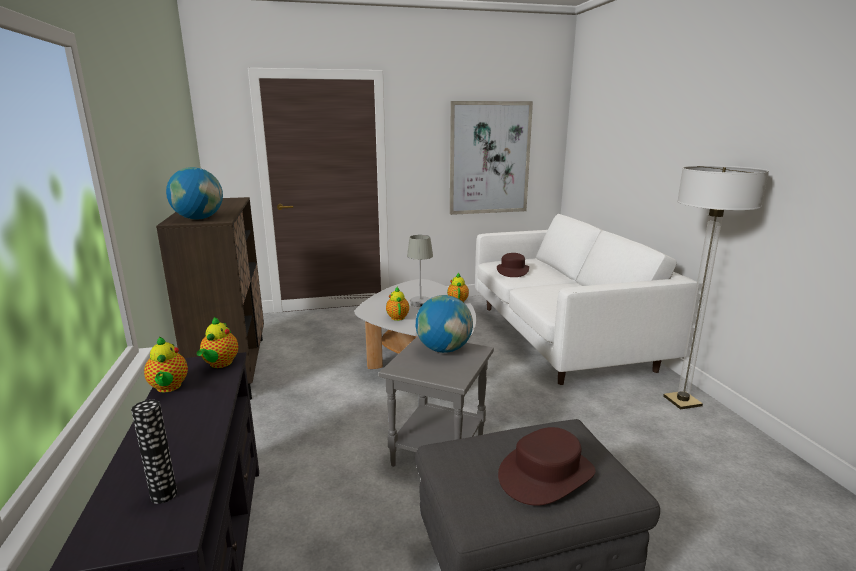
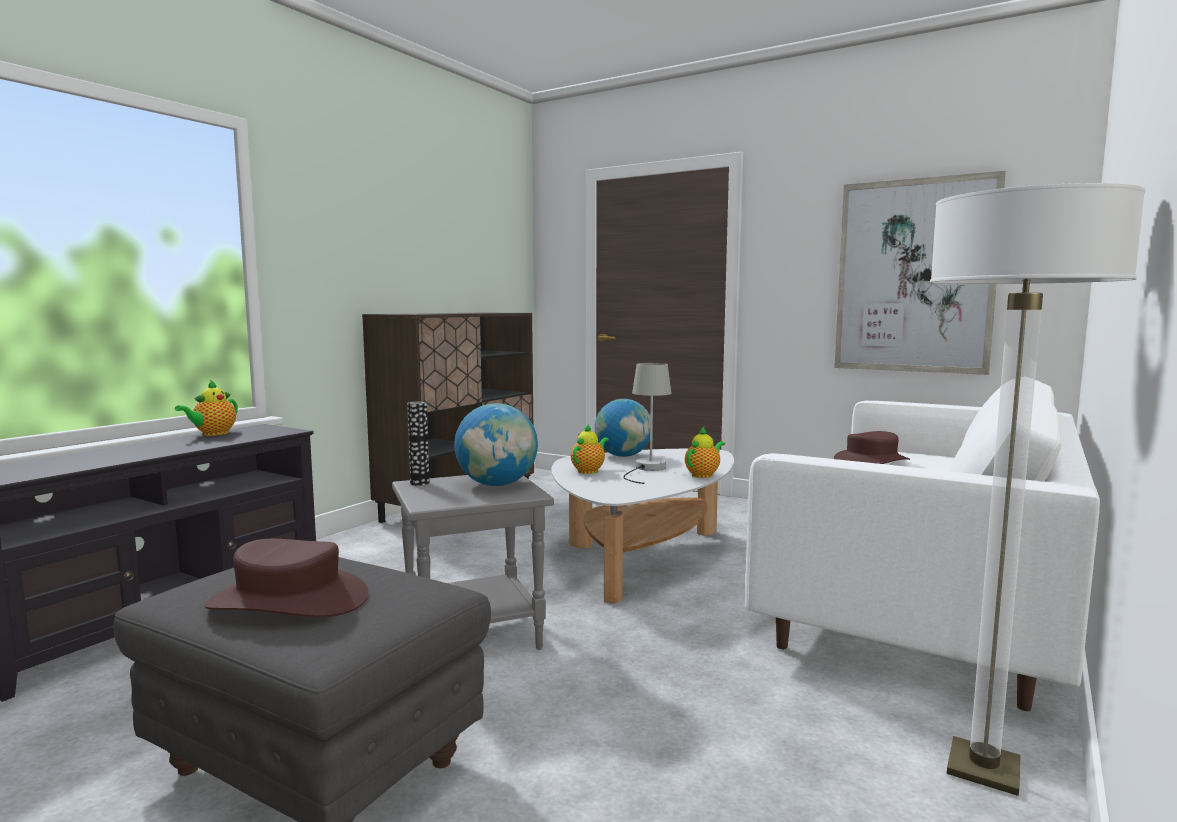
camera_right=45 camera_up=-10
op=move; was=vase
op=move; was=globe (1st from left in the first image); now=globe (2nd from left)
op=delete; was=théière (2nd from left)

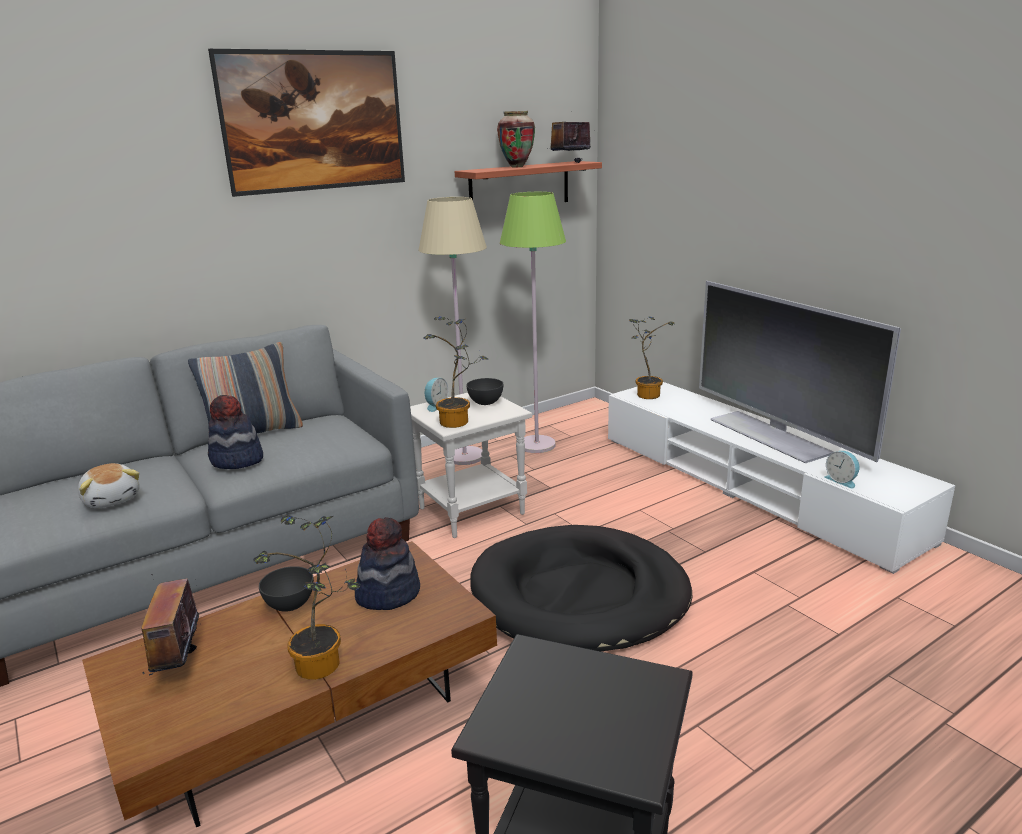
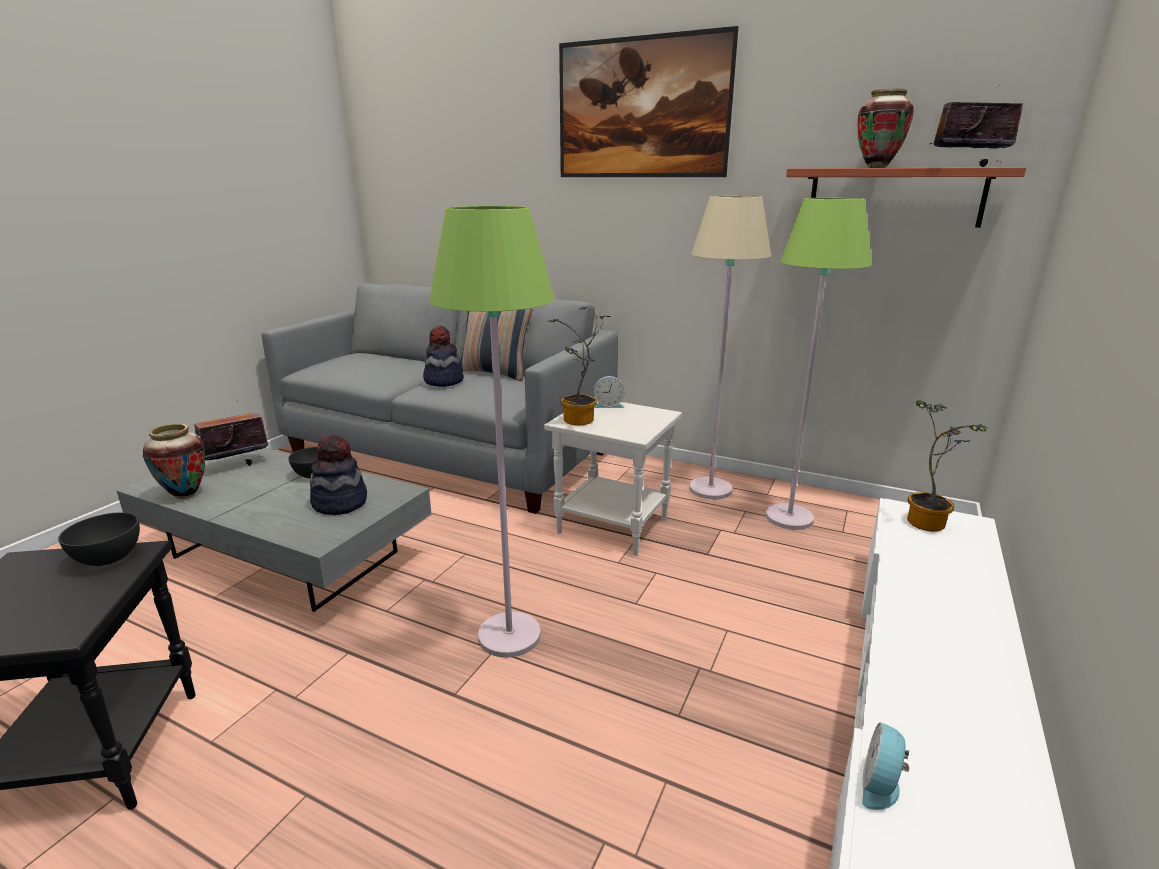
camera_right=60 camera_up=0
op=move; was=bol (gris) (2nd from left in the first image); now=bol (gris) (1st from left)
op=recolor; was=table basse (marron); now=table basse (gris)
op=insert; now=vase (1st from left)
op=replace; was=panier pour chien (noir); now=lampadaire (vert) (1st from left)
op=delete; was=peluche
op=delete; was=plante en pot (1st from left)
op=delete; was=téléviseur

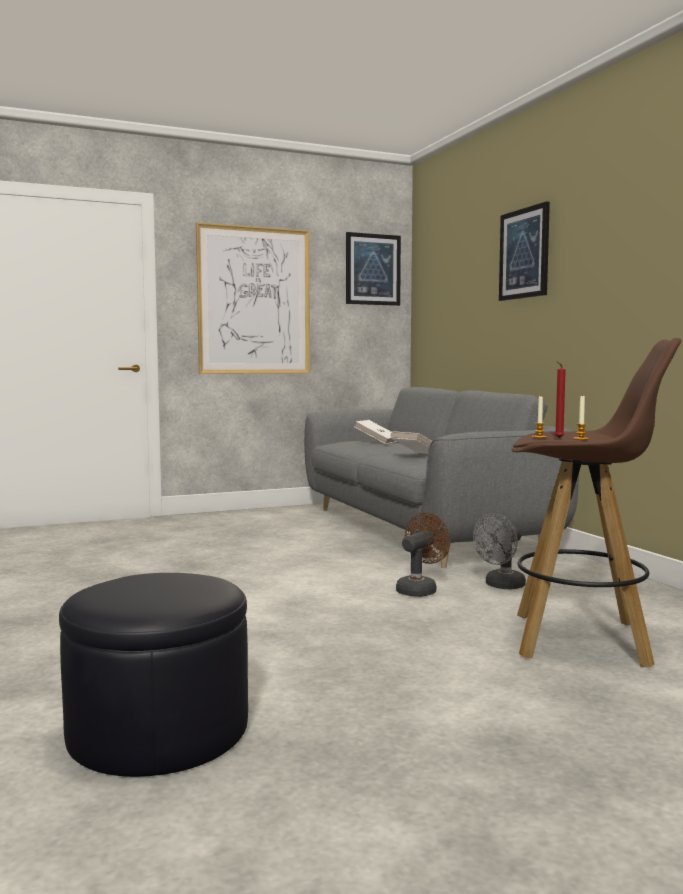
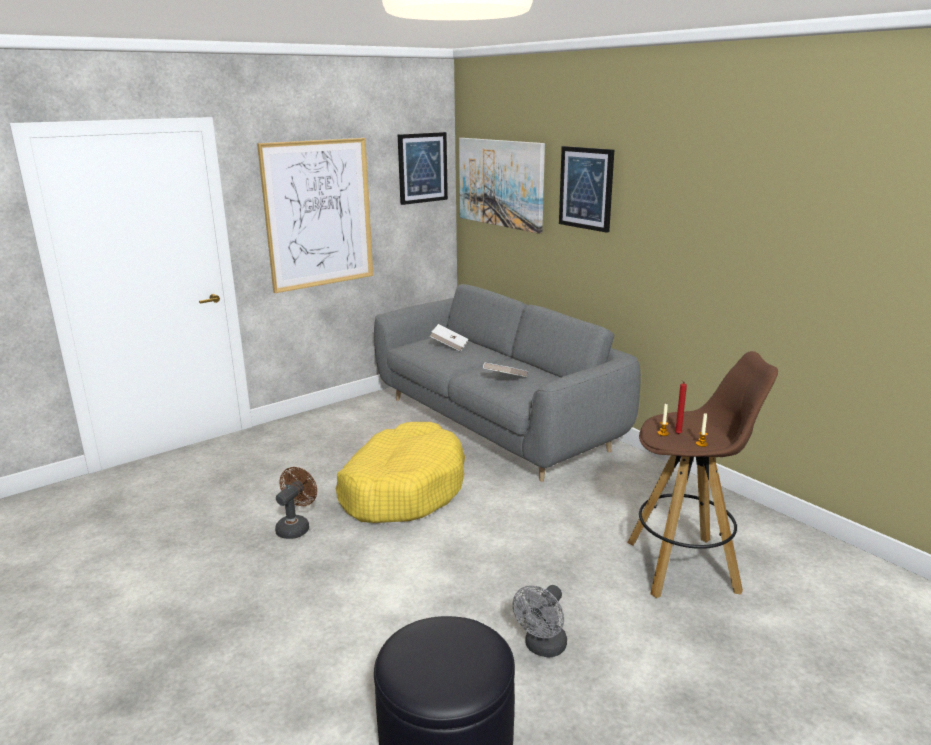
camera_right=-15 camera_up=15
op=move; was=ventilateur (marron)
op=insert; now=panier pour chien (jaune)
op=insert; now=tableau (3rd from left)
op=move; was=ventilateur (gris)

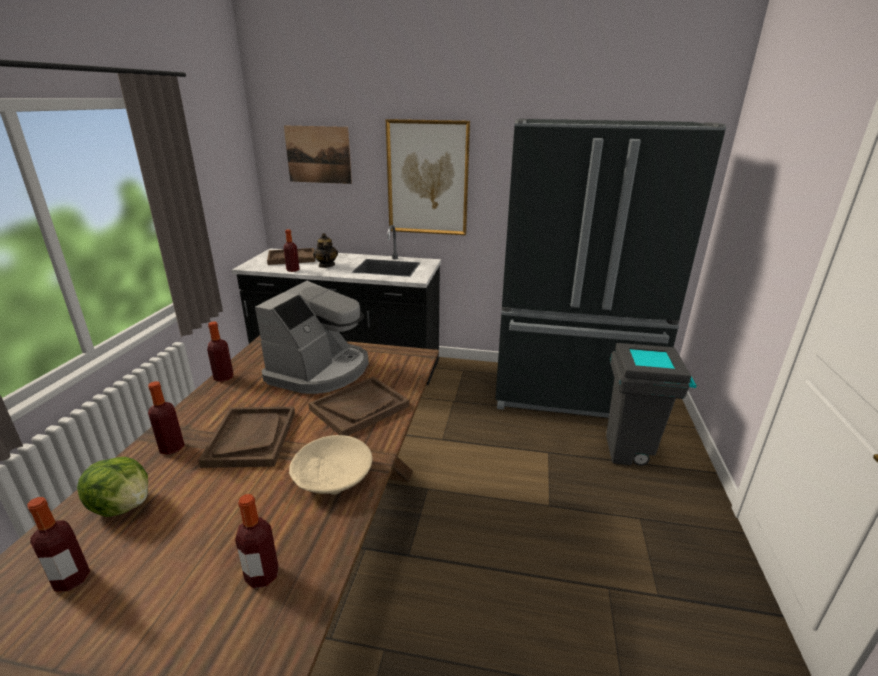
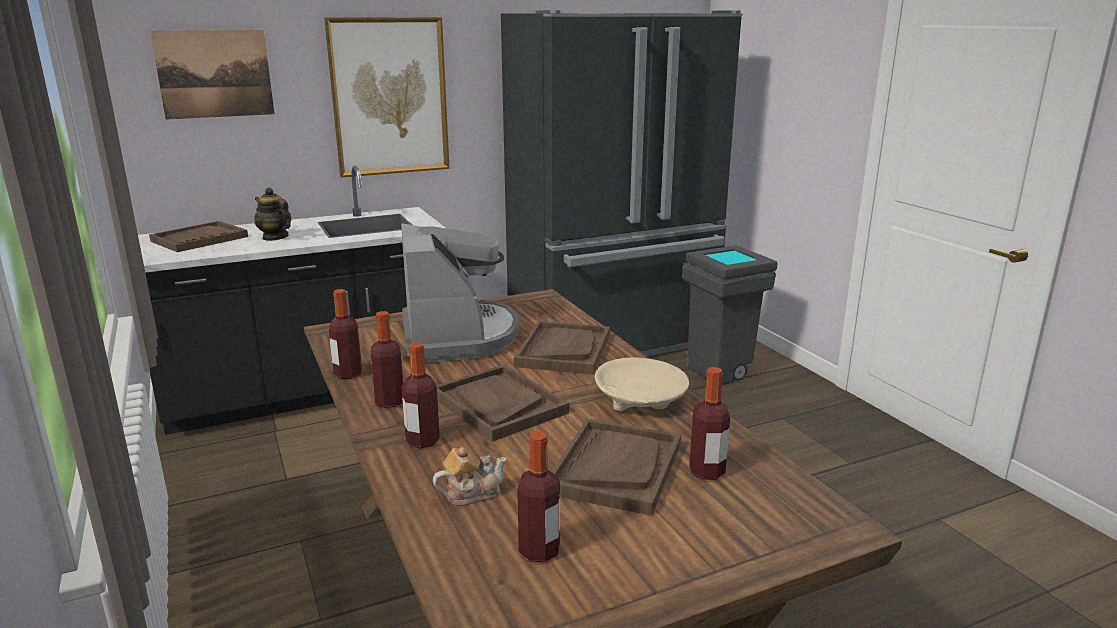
camera_right=-35 camera_up=-5
op=move; was=bouteille (5th from left in the first image); now=bouteille (2nd from left)
op=replace; was=laitue; now=théière (2nd from left)
op=insert; now=plateau (marron) (4th from left)

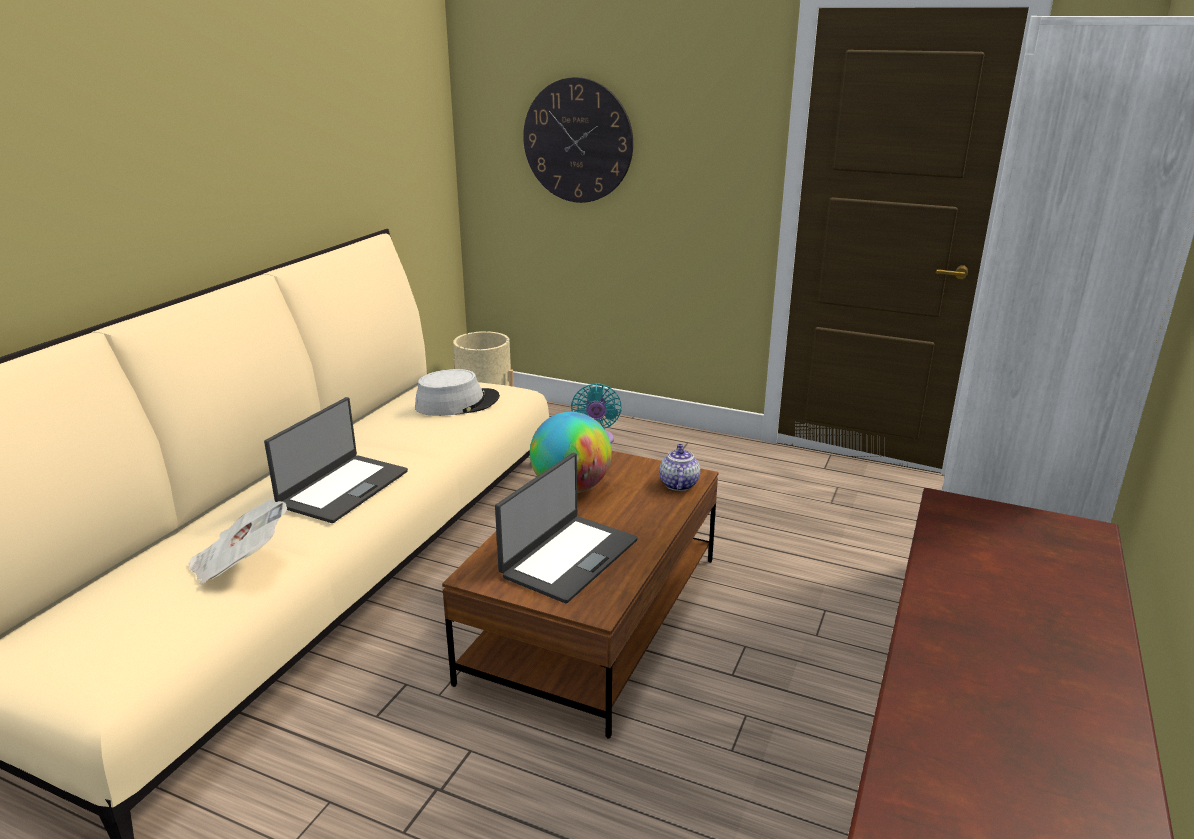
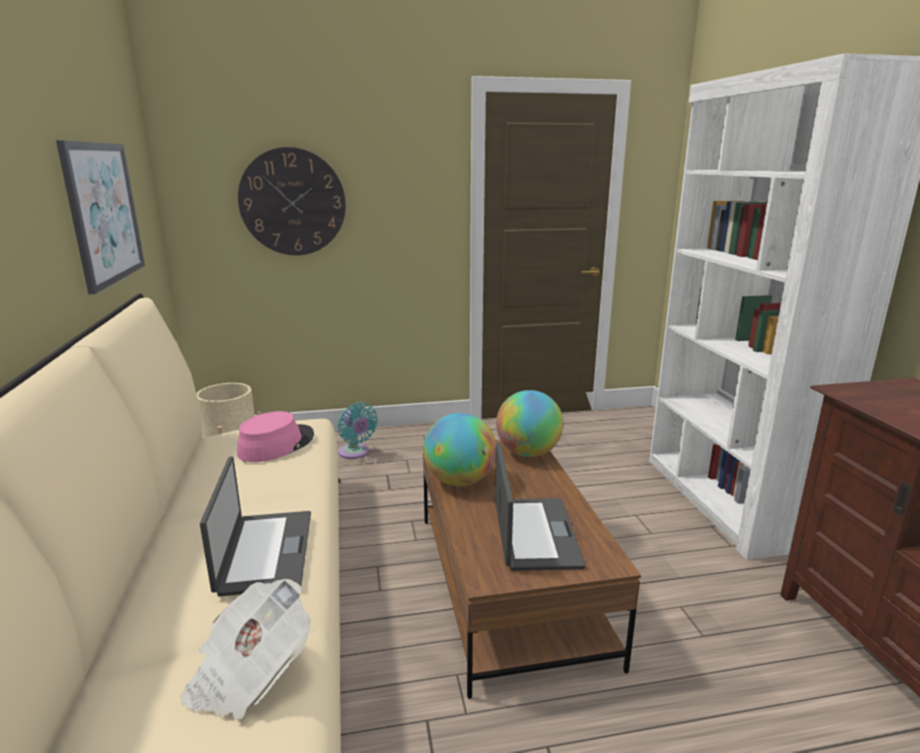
camera_right=-35 camera_up=-5
op=insert; now=tableau
op=recolor; was=chapeau (gris); now=chapeau (rose)
op=replace; was=théière; now=globe (2nd from left)

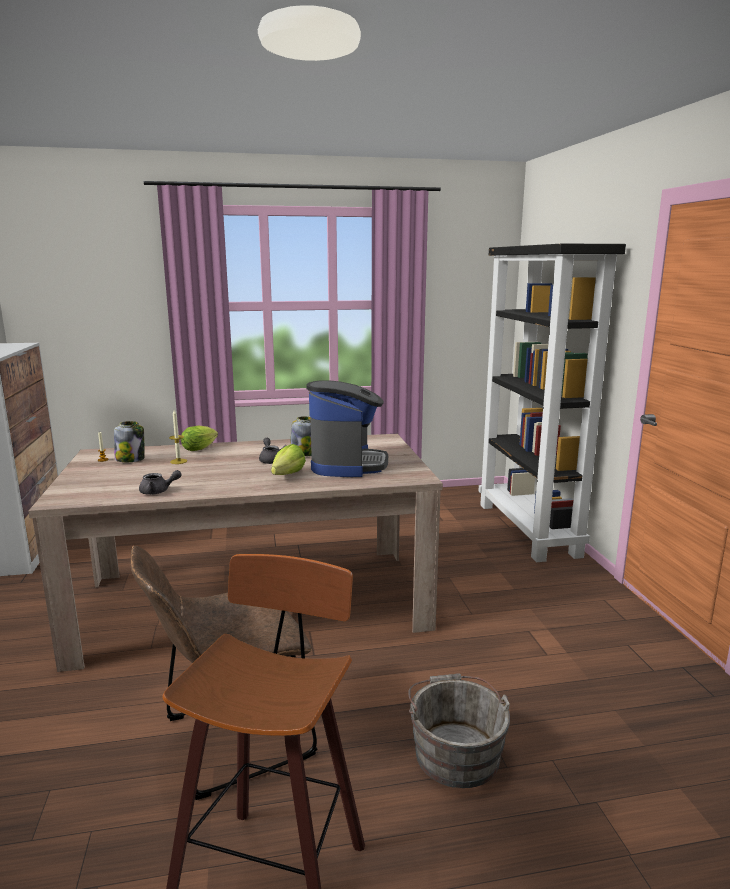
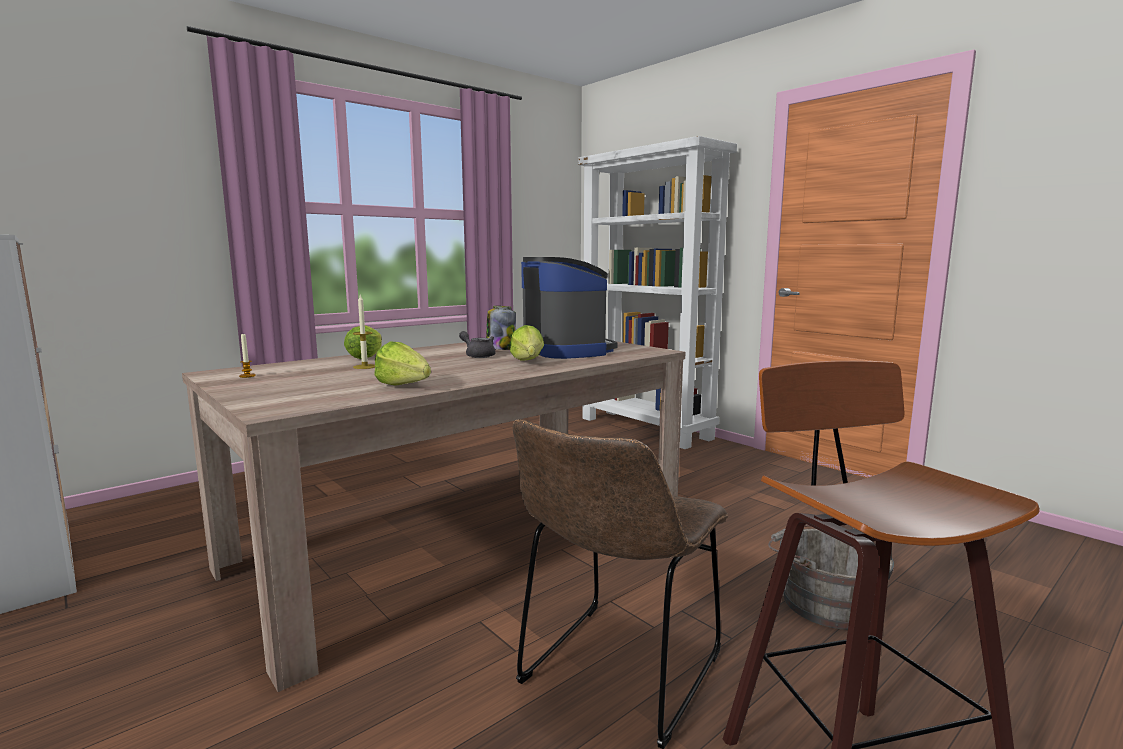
camera_right=-30 camera_up=-5
op=replace; was=théière (gris) (1st from left); now=laitue (2nd from left)
op=recolor; was=bibliothèque (noir); now=bibliothèque (blanc)
op=delete; was=bocal (1st from left)

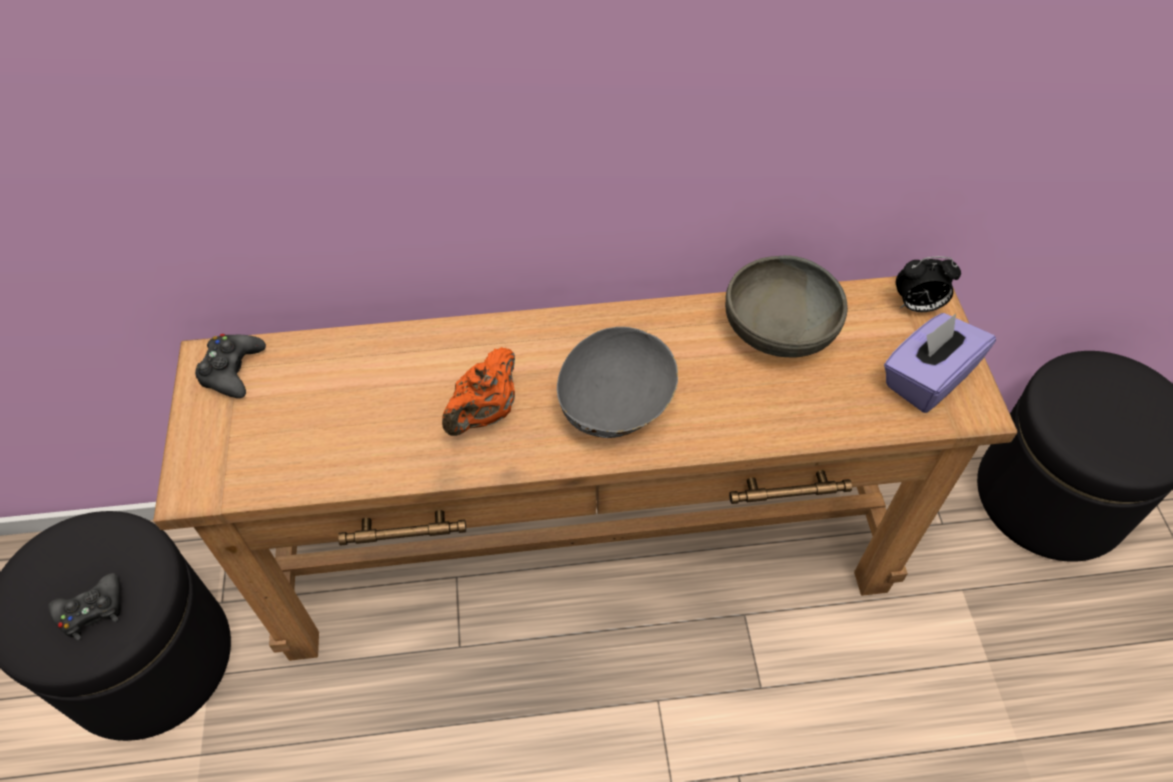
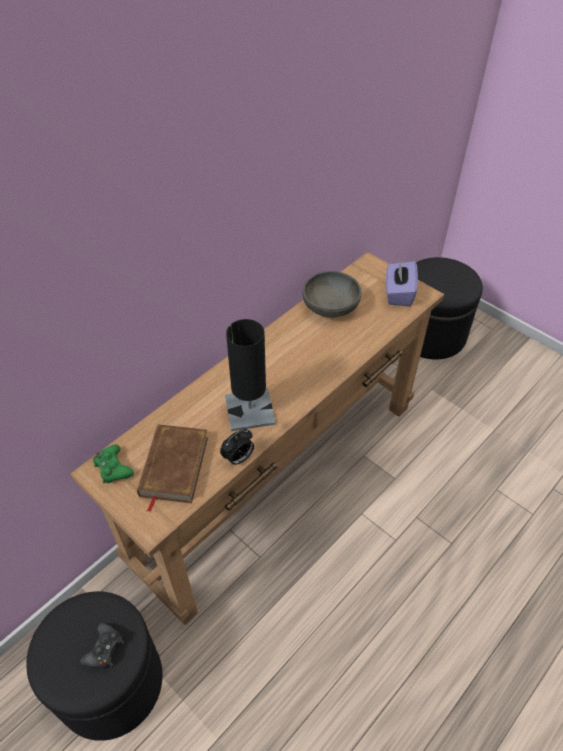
camera_right=-40 camera_up=-5
op=recolor; was=manette (noir) (2nd from left); now=manette (vert)
op=insert; now=livre (marron)
op=move; was=réveil
op=replace; was=théière (orange); now=lampe de table (noir)
op=delete; was=bol (gris) (1st from left)

